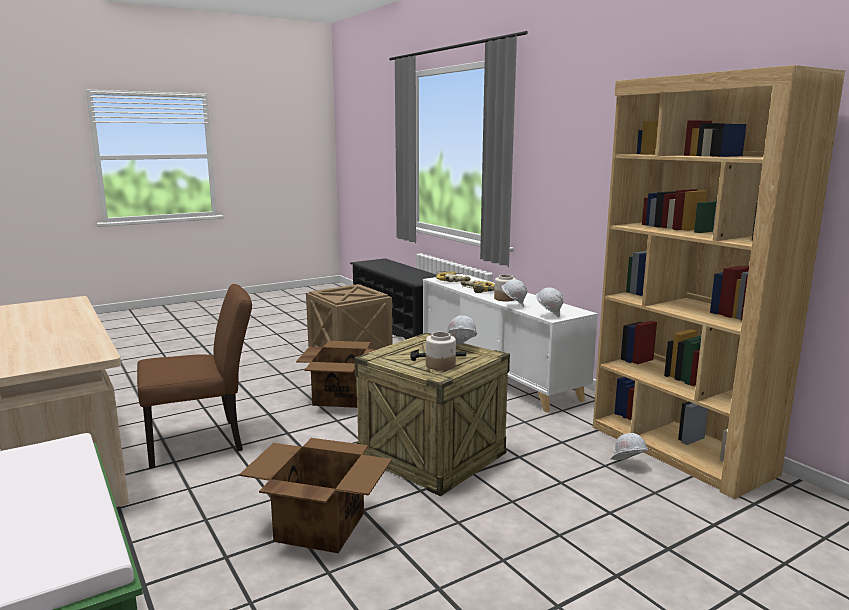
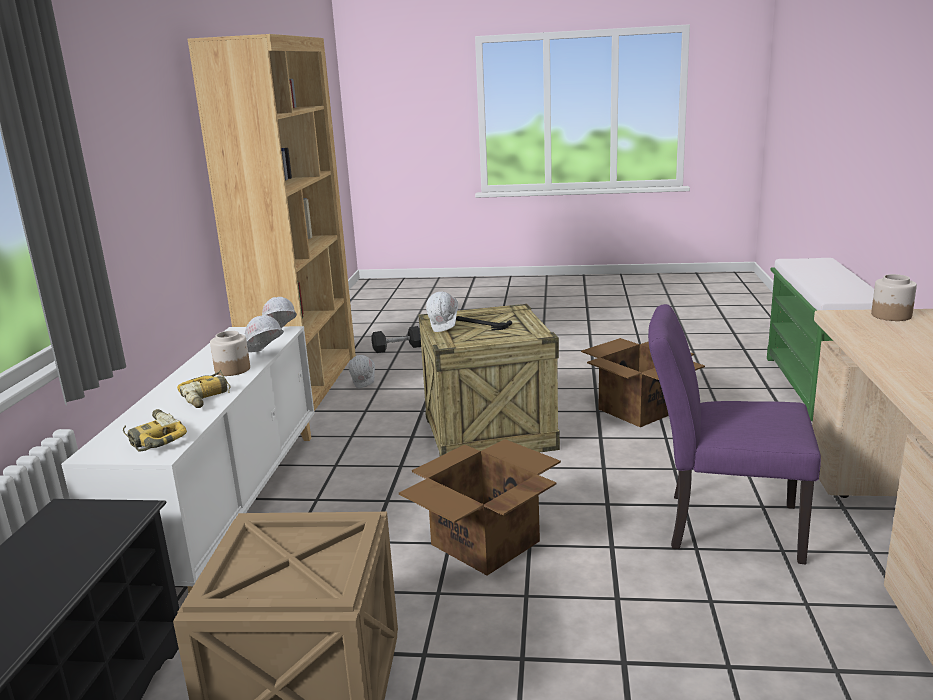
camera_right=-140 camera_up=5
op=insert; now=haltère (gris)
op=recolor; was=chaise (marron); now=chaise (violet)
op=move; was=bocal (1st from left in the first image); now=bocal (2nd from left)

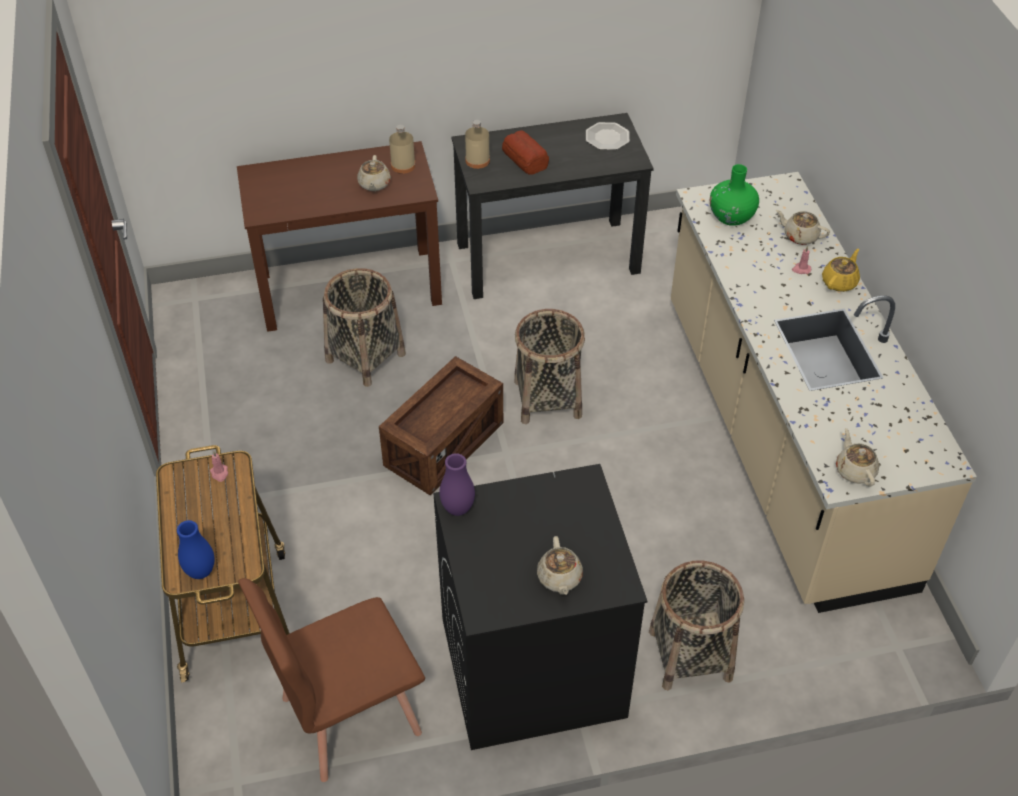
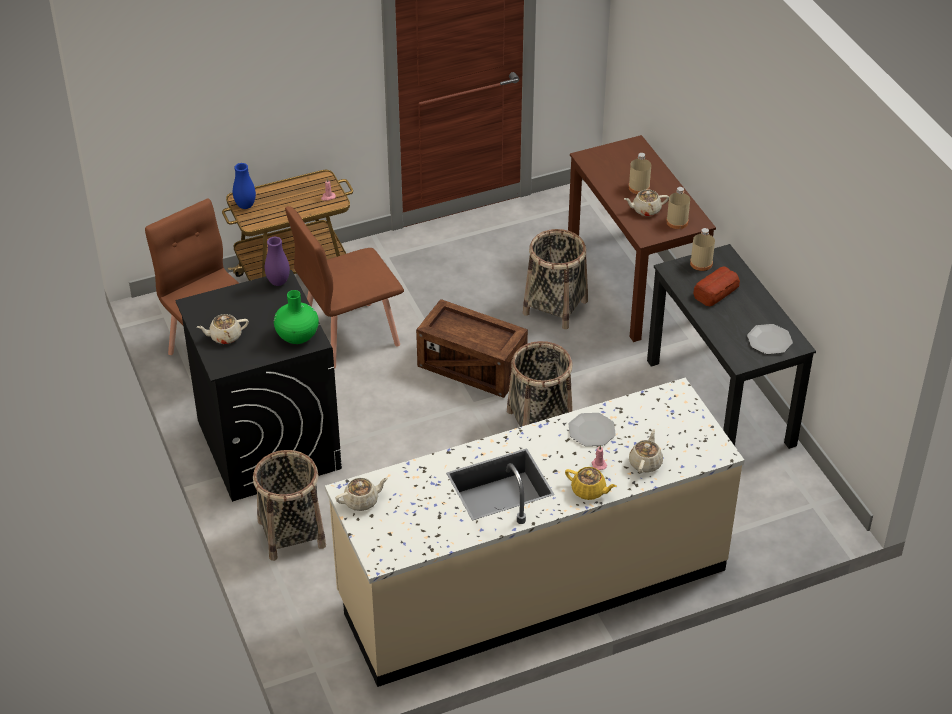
camera_right=80 camera_up=-5
op=move; was=vase (vert)
op=insert; now=chaise (marron) (2nd from left)
op=insert; now=assiette (1st from left)
op=insert; now=bouteille (beige) (1st from left)

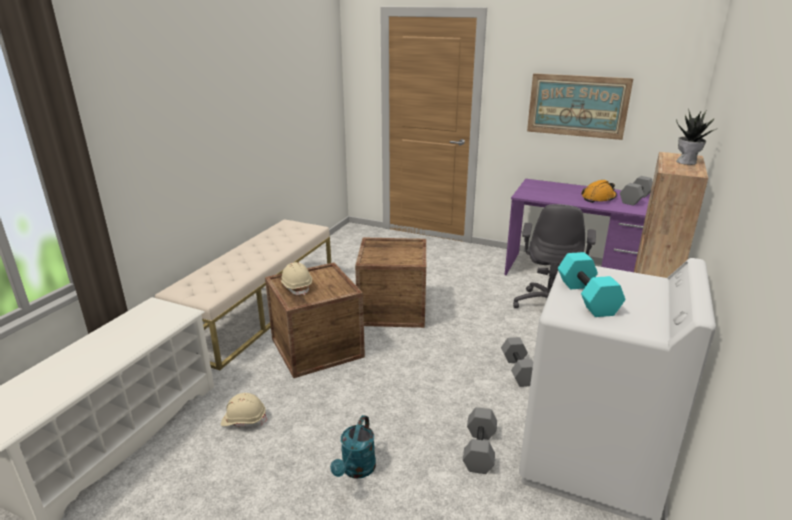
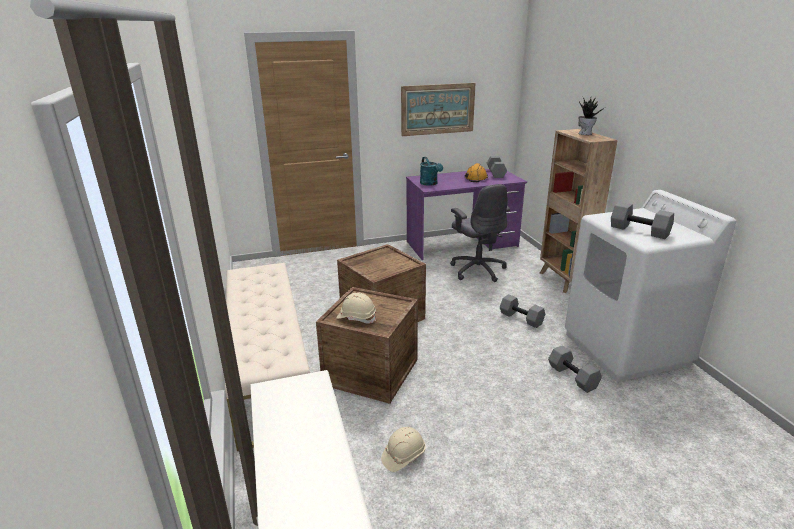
camera_right=-40 camera_up=0
op=move; was=arrosoir (turquoise)
op=recolor; was=haltère (turquoise); now=haltère (gris) (4th from left)

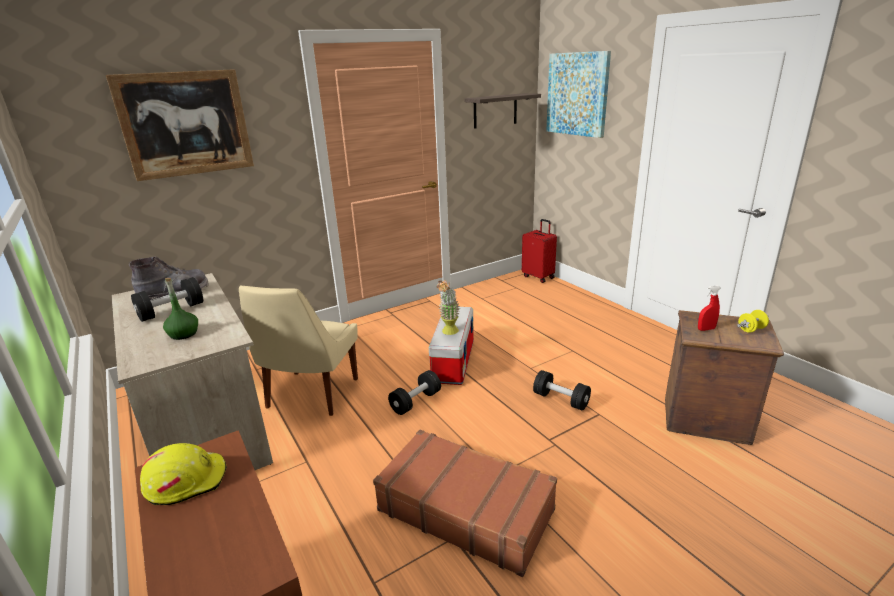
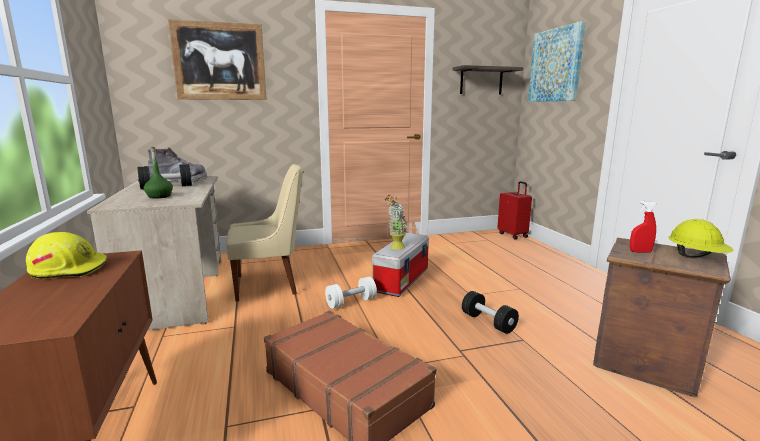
camera_right=15 camera_up=-10
op=rotate; was=chaise (beige); clockwise=-135
op=recolor; was=haltère (noir) (2nd from left); now=haltère (blanc)
op=replace; was=haltère (jaune); now=casque de chantier (jaune) (2nd from left)

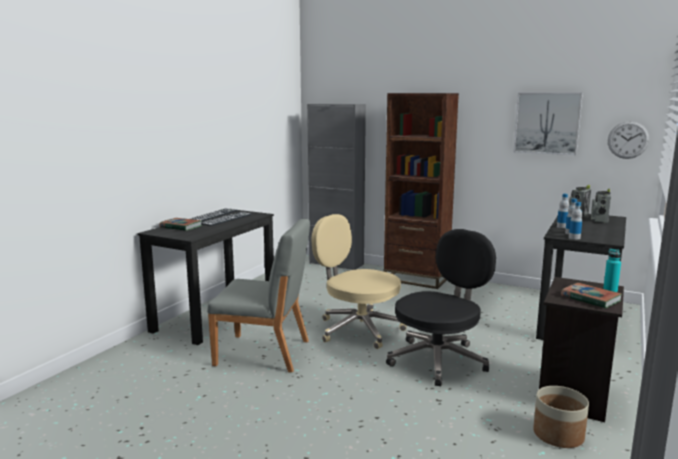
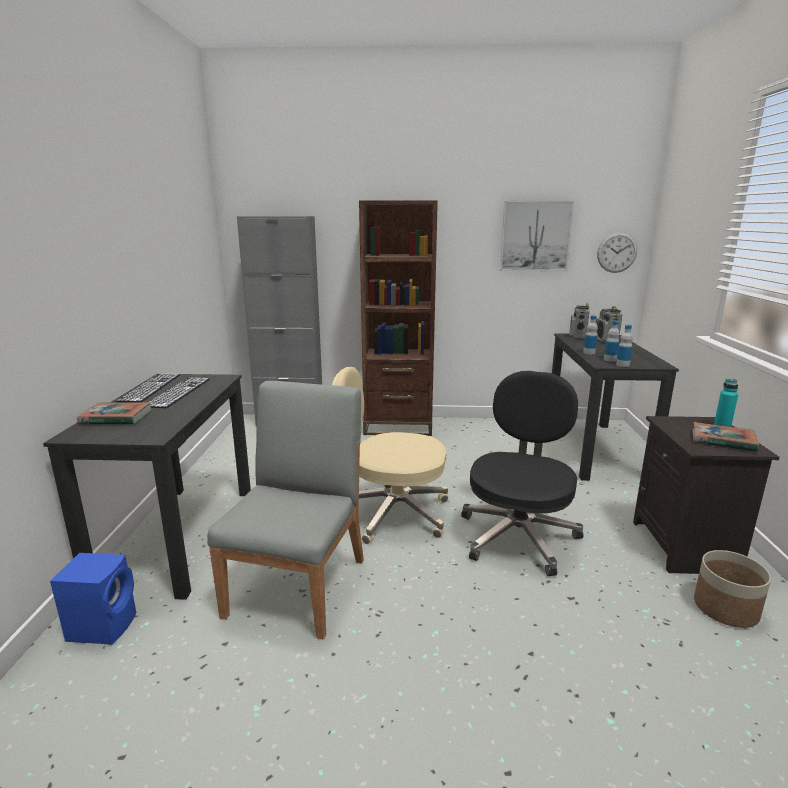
camera_right=-25 camera_up=5
op=insert; now=enceinte (bleu)
op=rotate; was=chaise (gris); clockwise=-60

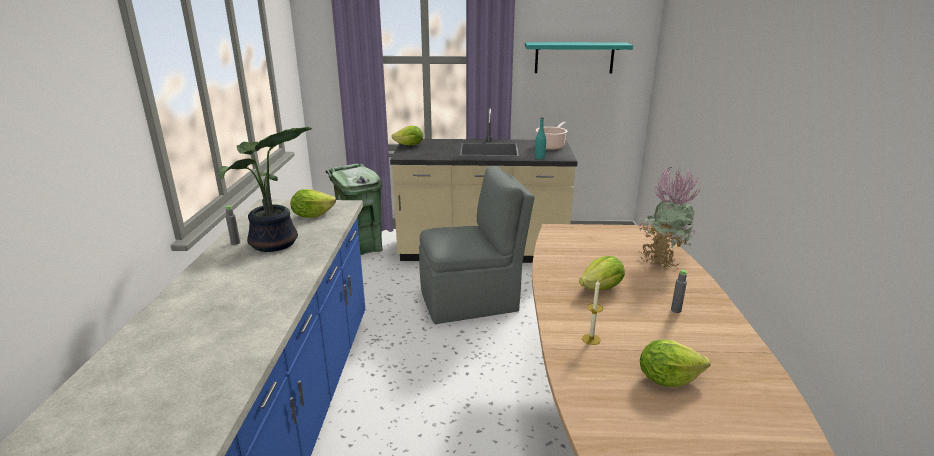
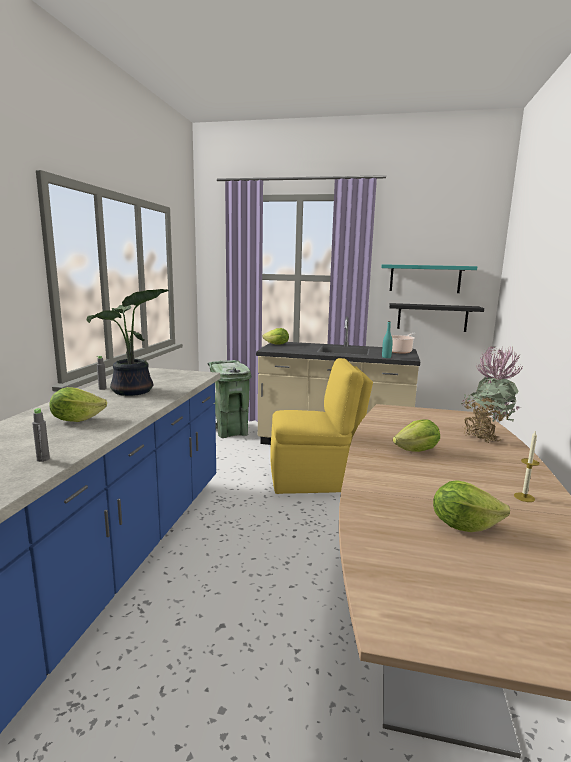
camera_right=10 camera_up=-10
op=move; was=bouteille (gris) (2nd from left in the first image); now=bouteille (gris) (1st from left)
op=move; was=laitue (1st from left)
op=recolor; was=chaise (gris); now=chaise (jaune)
op=insert; now=étagère (noir)
op=move; was=bougie

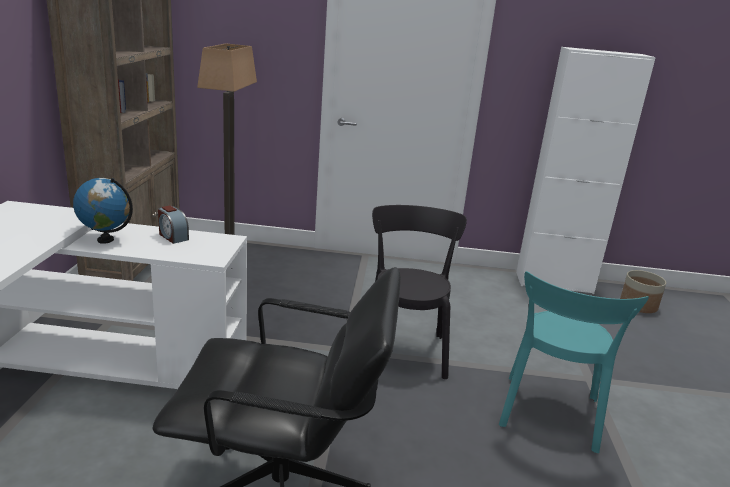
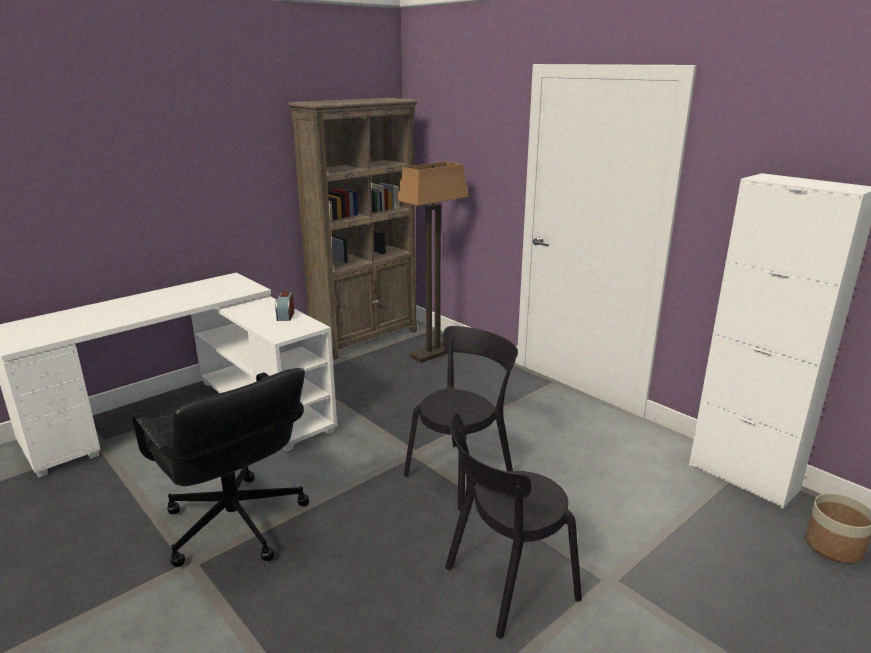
camera_right=45 camera_up=0
op=recolor; was=chaise (turquoise); now=chaise (noir) (2nd from left)
op=delete; was=globe

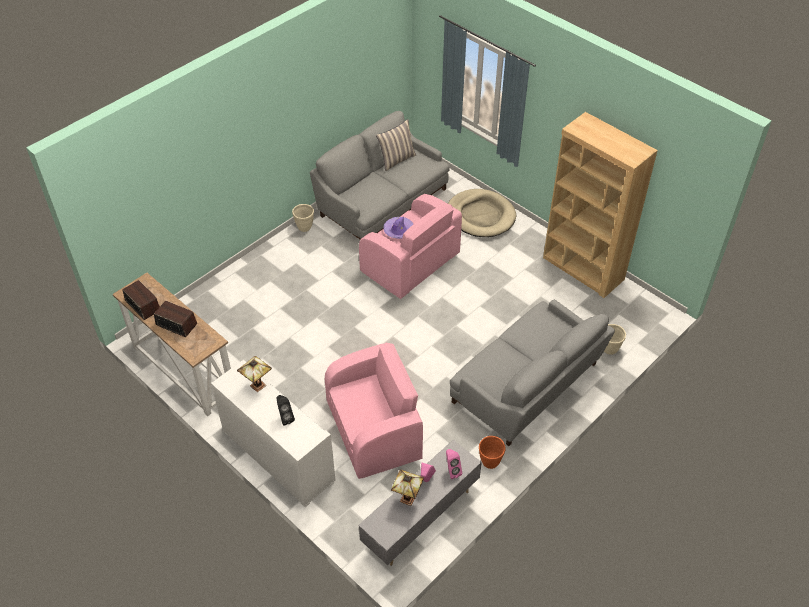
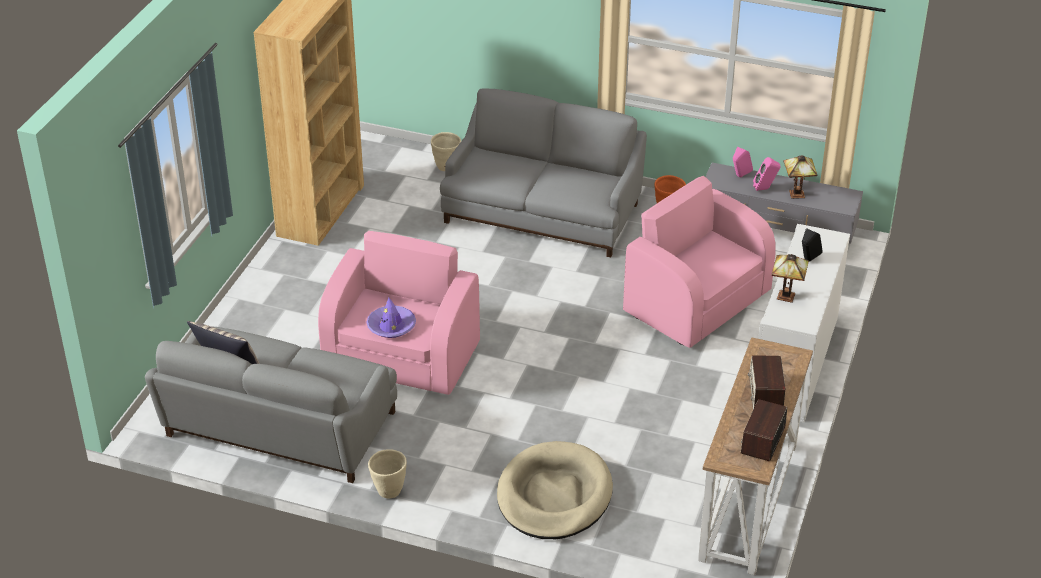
camera_right=-115 camera_up=-10
op=move; was=panier pour chien (beige)

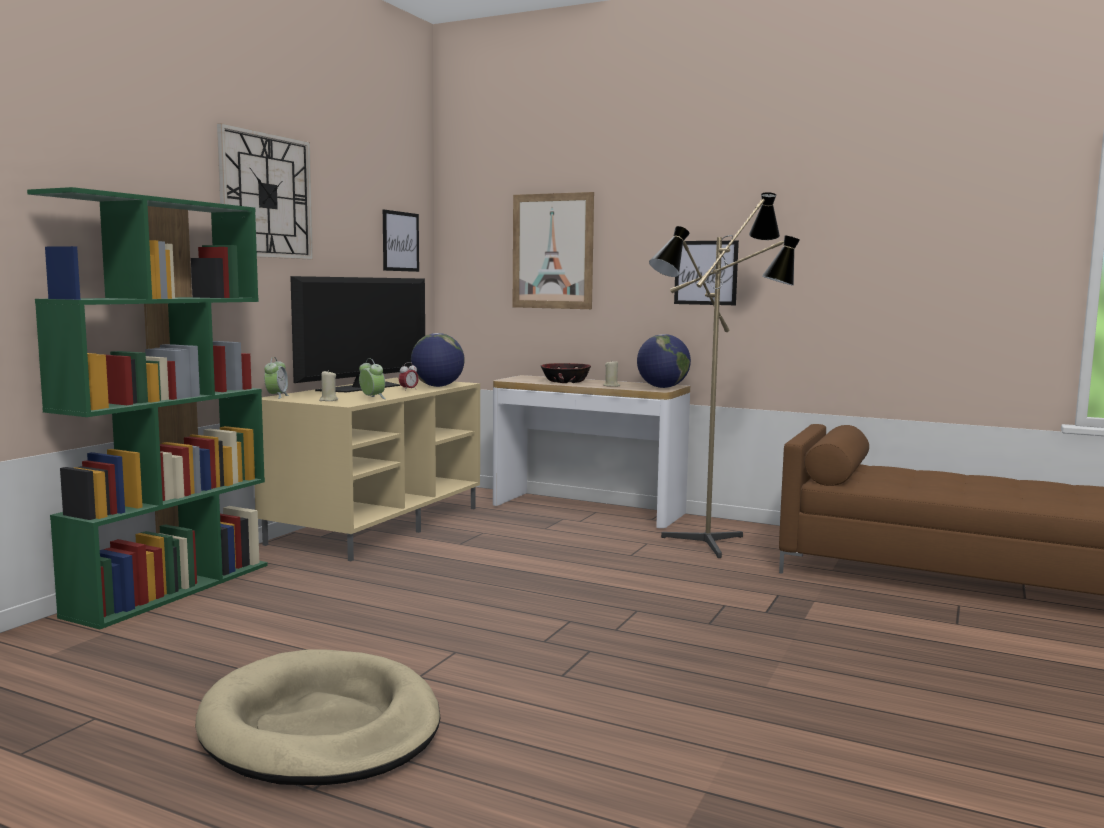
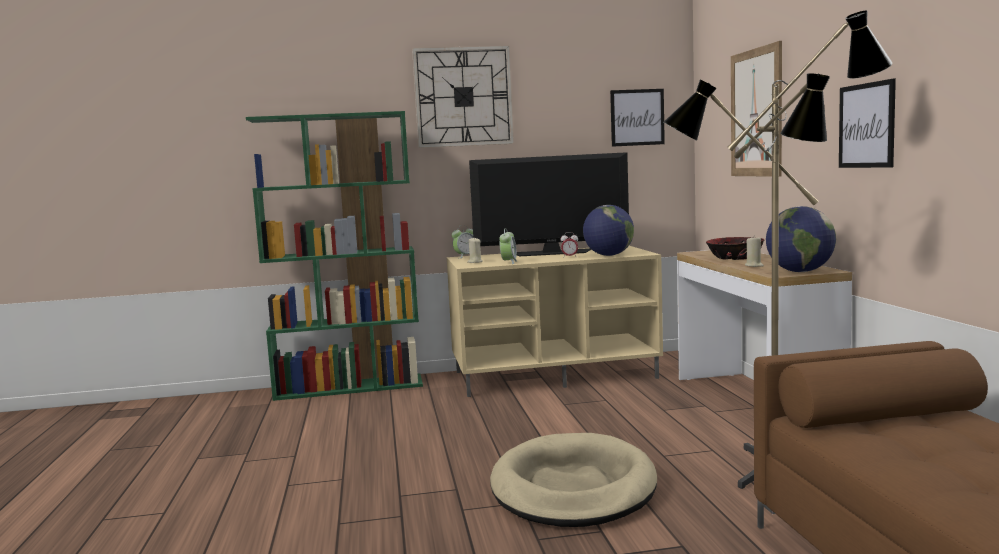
camera_right=55 camera_up=0
op=move; was=panier pour chien (beige)

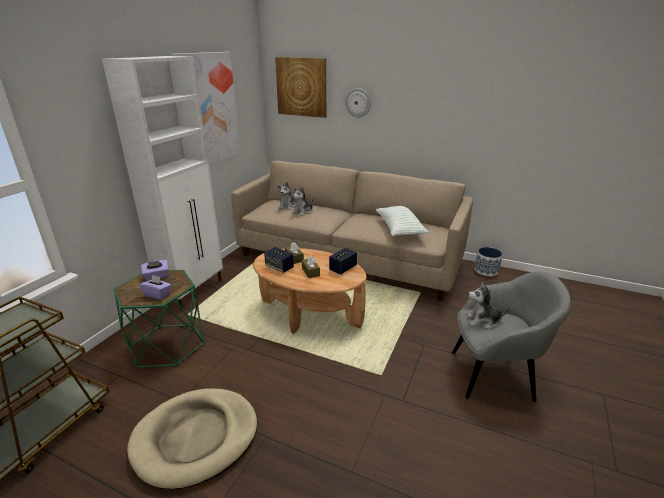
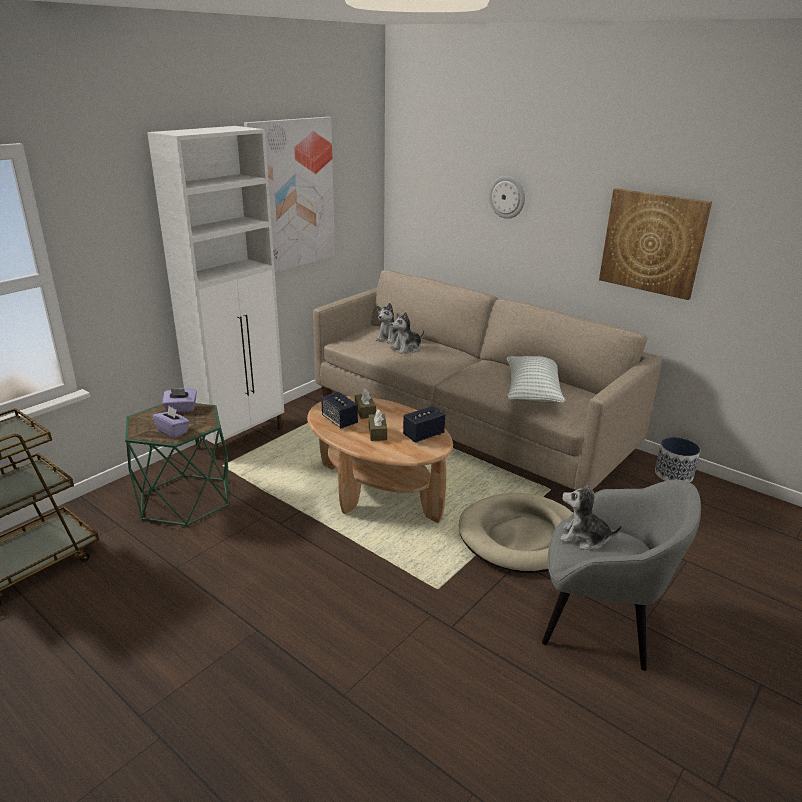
camera_right=15 camera_up=0
op=move; was=panier pour chien (beige)
op=move; was=tableau (2nd from left)

